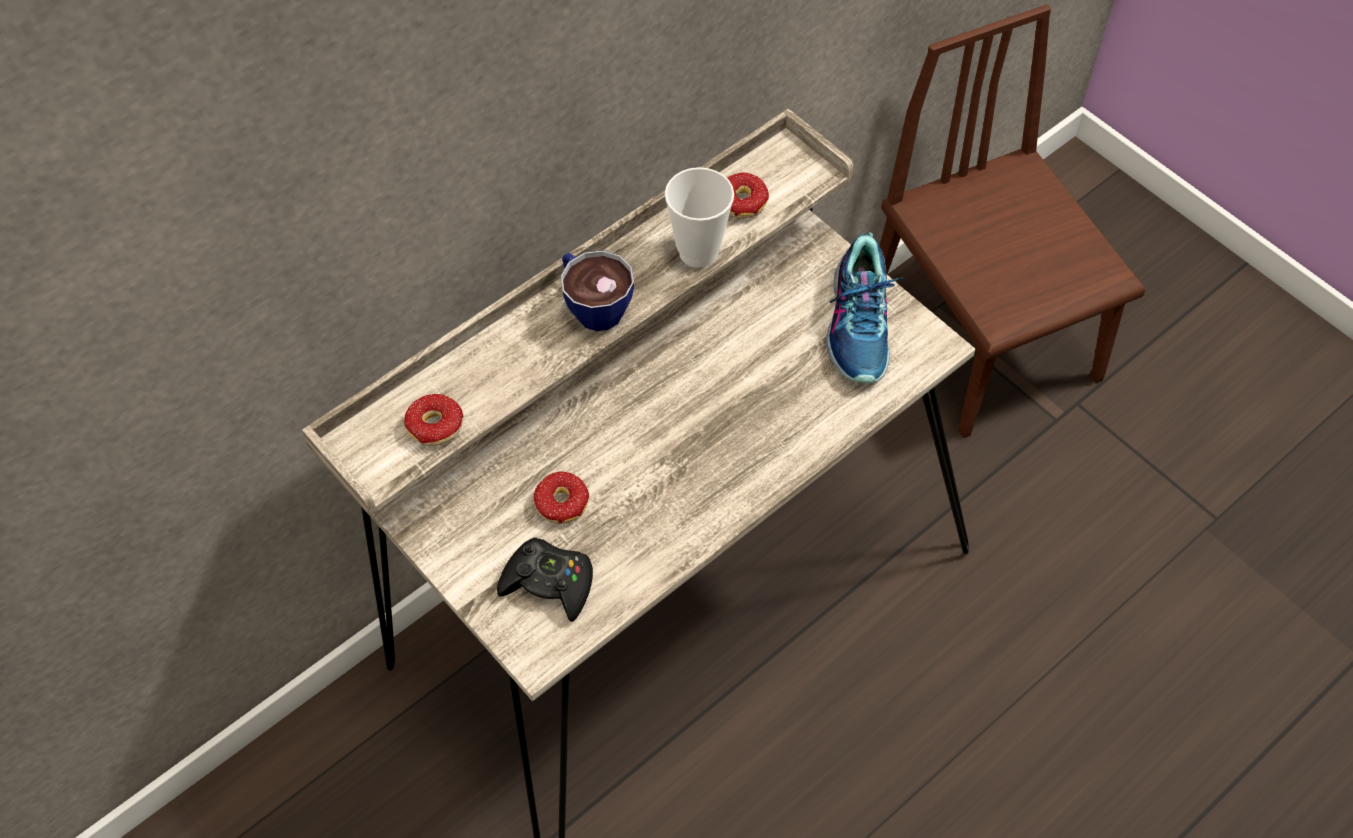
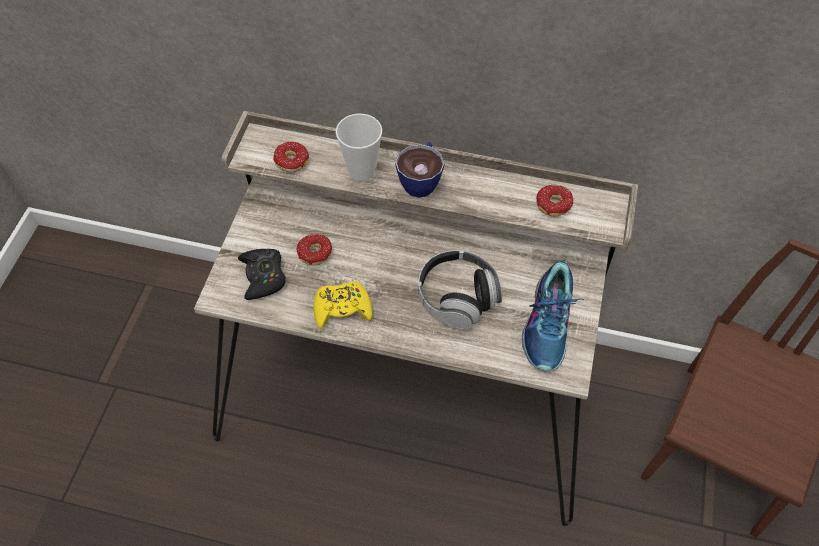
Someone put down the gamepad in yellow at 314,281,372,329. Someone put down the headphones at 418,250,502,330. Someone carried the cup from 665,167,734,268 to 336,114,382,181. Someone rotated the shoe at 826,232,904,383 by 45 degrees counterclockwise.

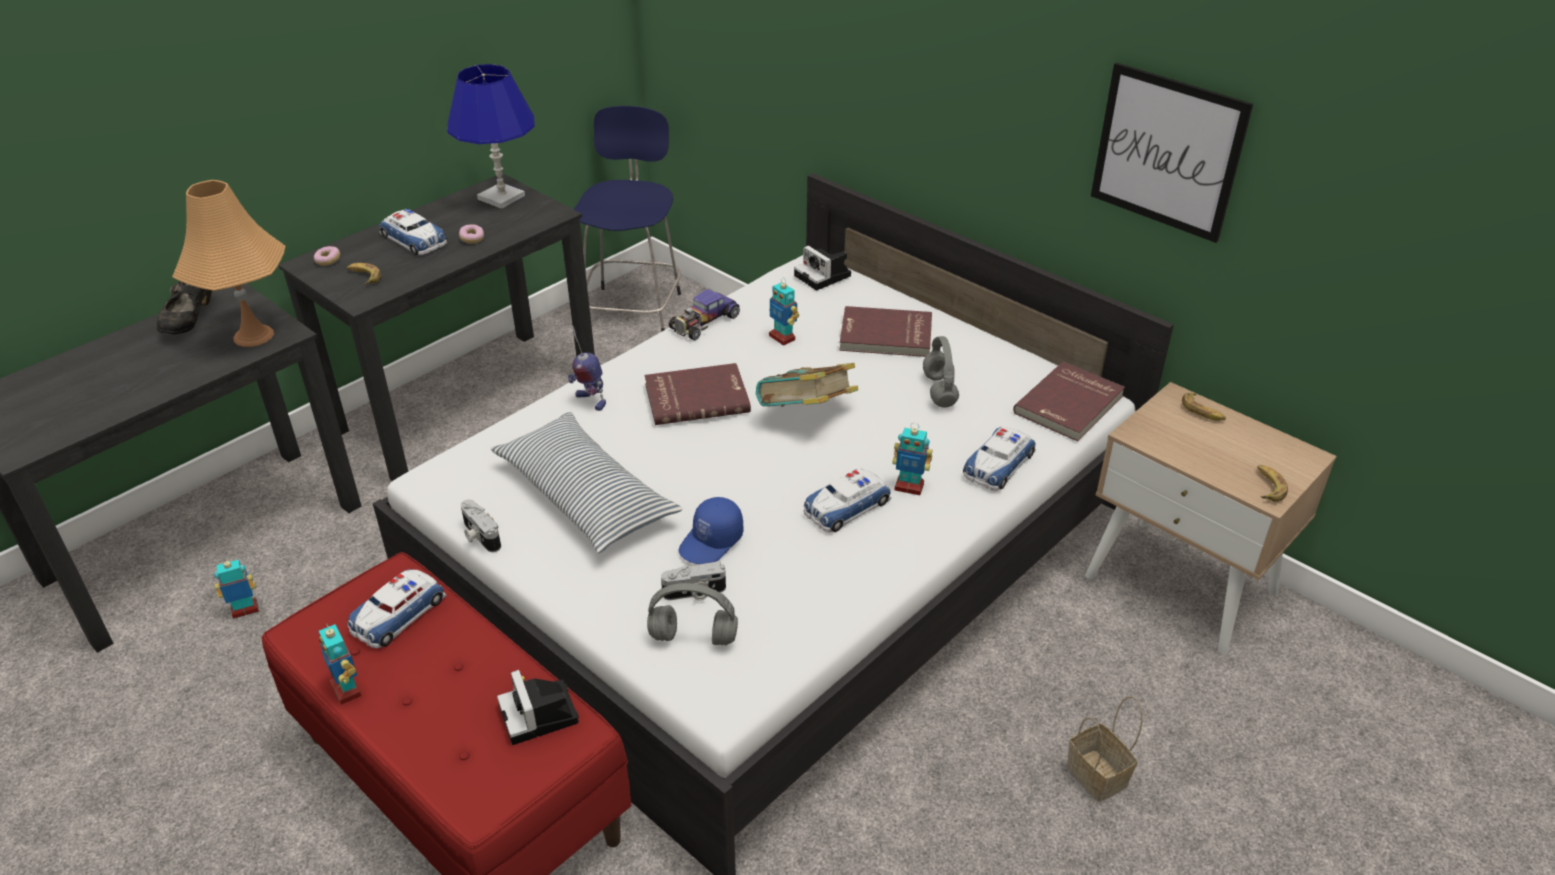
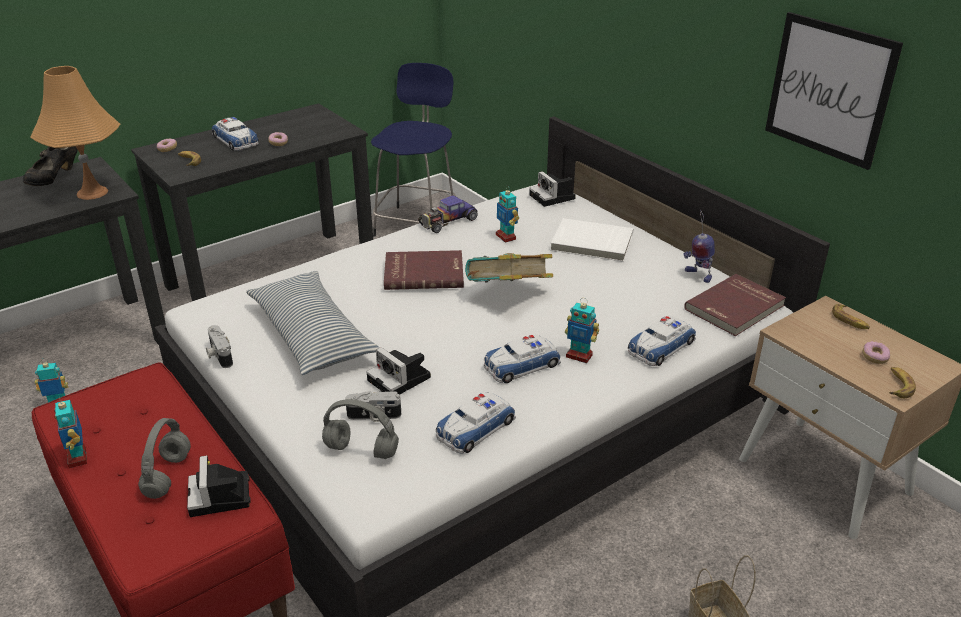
Someone took away the tabletop lamp in blue at 447,64,535,209. Someone put down the ring doughnut at 862,341,890,364. Someone carried the toy car from 347,569,446,648 to 436,392,516,454. Someone carried the toy robot from 568,326,606,411 to 683,211,715,283. Someone carried the headphones in greyish from 923,336,959,408 to 138,418,191,499. Someone swapped the peaked cap in blue at 679,497,743,564 for the still camera at 366,347,431,394. Someone repainted the volume in red-coloured at 839,306,932,357, which became the volume in white-coloured at 550,218,633,262.

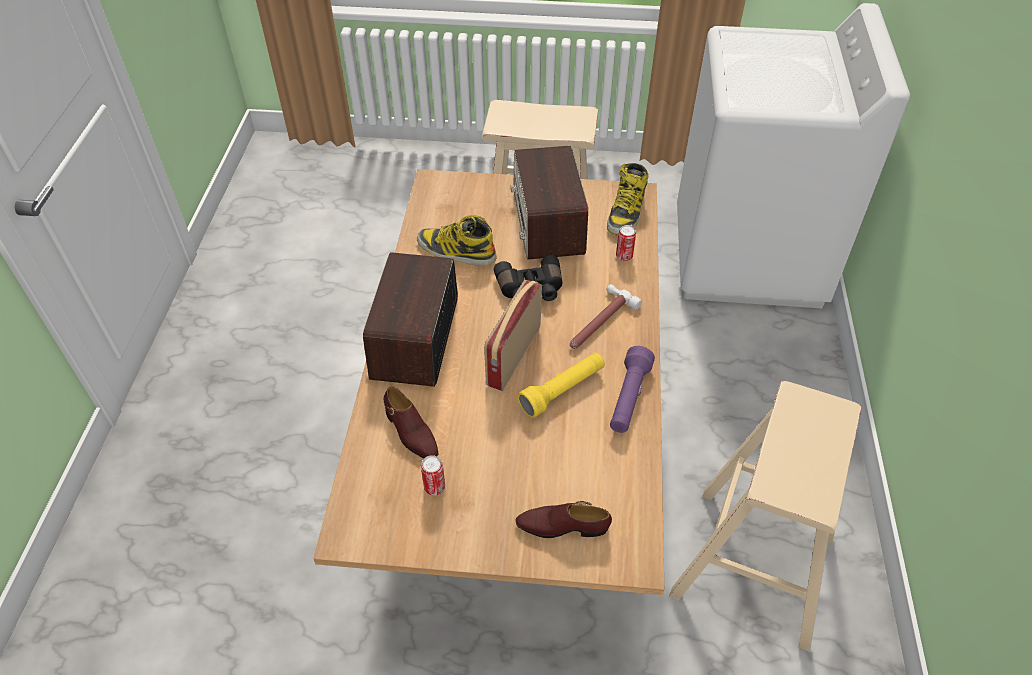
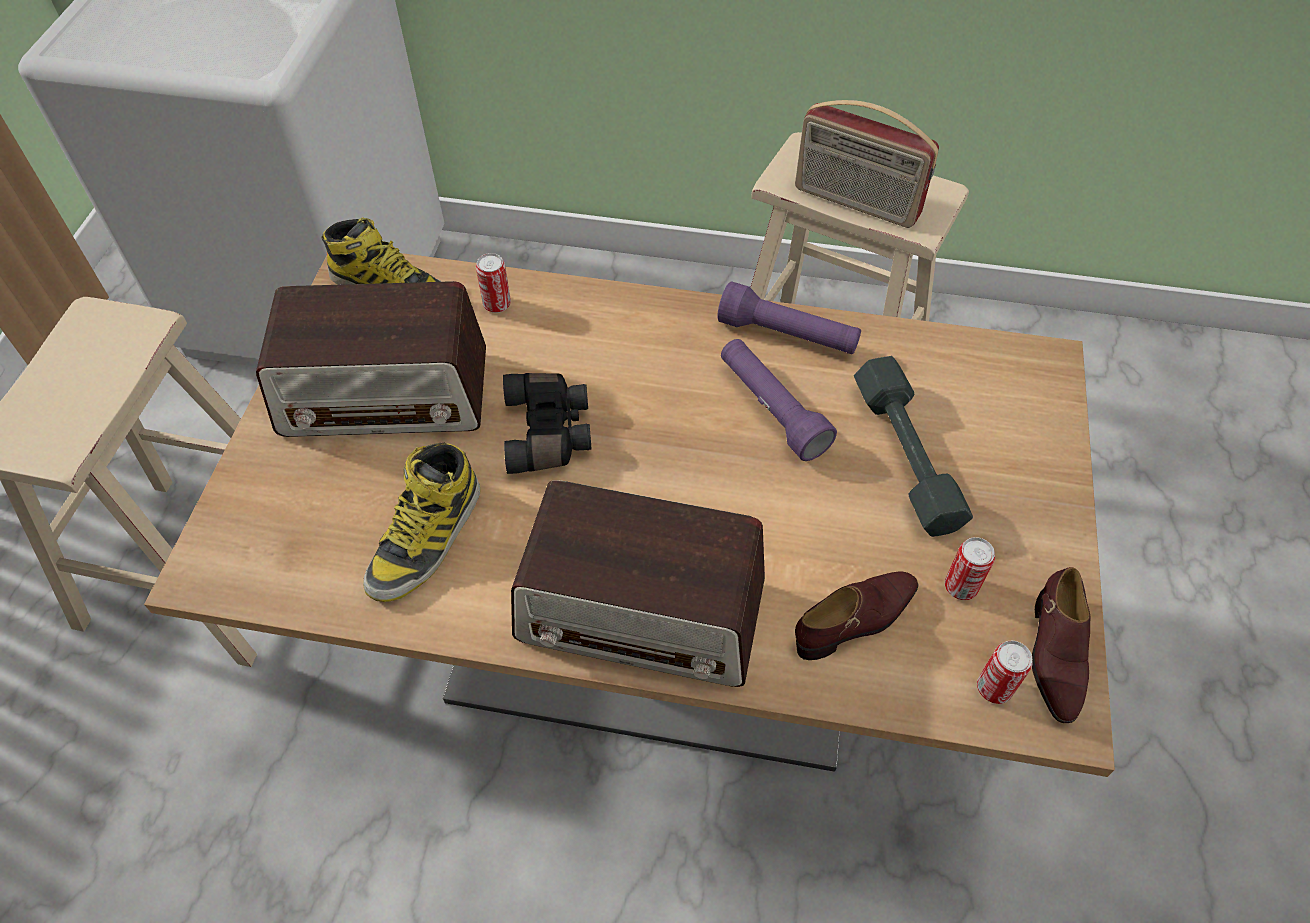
Someone took away the tool hammer at 570,284,642,349. Someone put down the dumbbell in greyish at 854,356,973,537. Someone put down the metal can at 977,641,1033,704. Someone carried the radio from 484,280,542,391 to 795,100,939,228. Someone carried the shoe in brown from 516,501,612,538 to 1032,567,1090,723. Someone repainted the hand torch in yellow at 518,352,605,418, which became the hand torch in purple-coloured at 721,339,837,461.

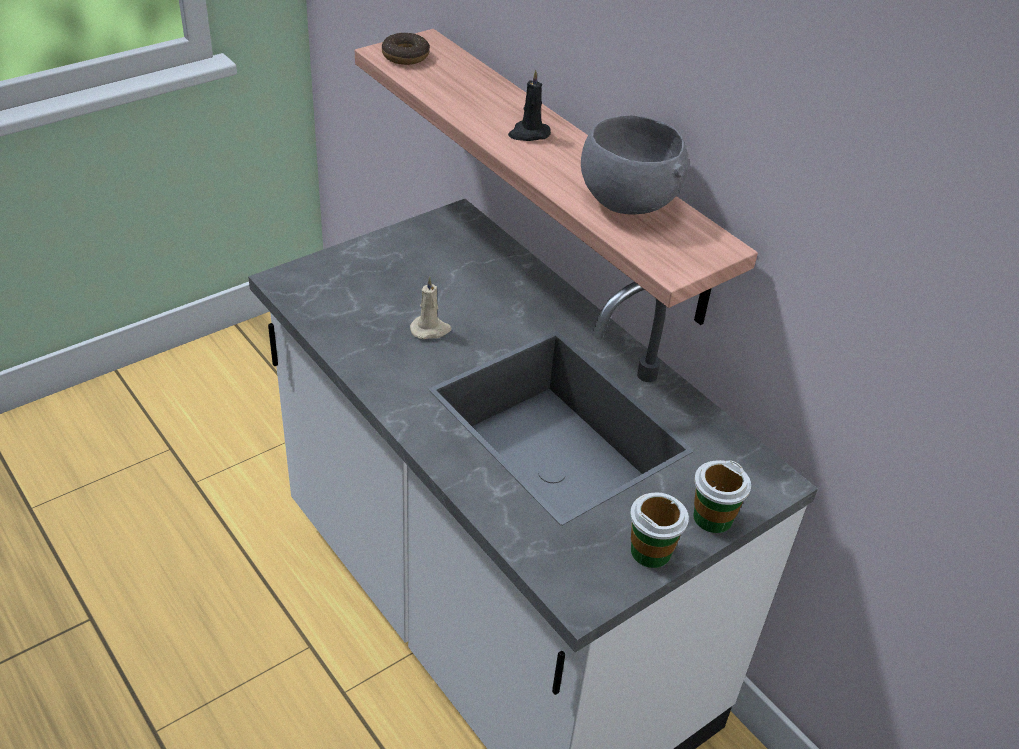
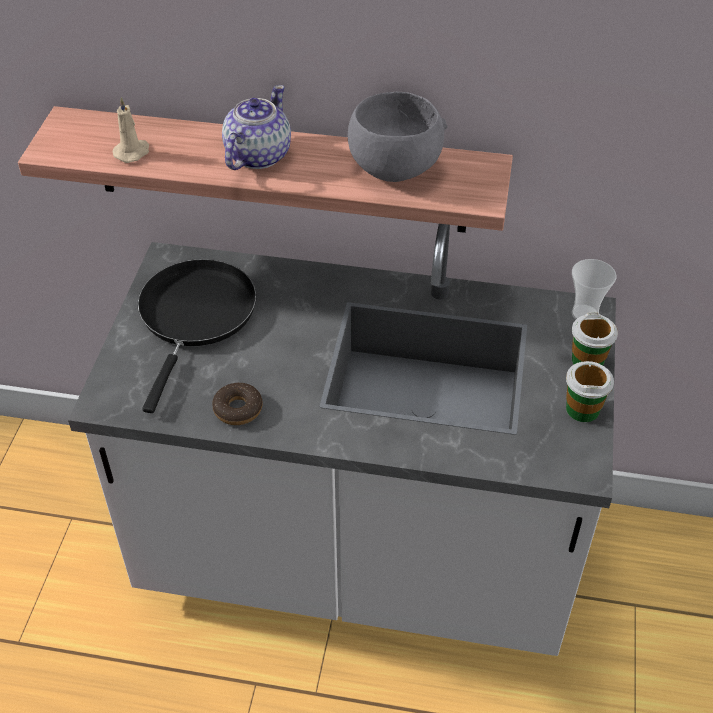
Someone put down the pan in black at 137,259,256,413. Someone put down the cup at 572,259,616,320. Someone carried the ring doughnut from 382,33,430,65 to 212,383,263,425. Someone carried the wax candle in beige-coloured from 410,276,451,339 to 112,97,149,163. Someone swapped the wax candle in black at 508,69,551,141 for the teapot at 222,85,291,170.

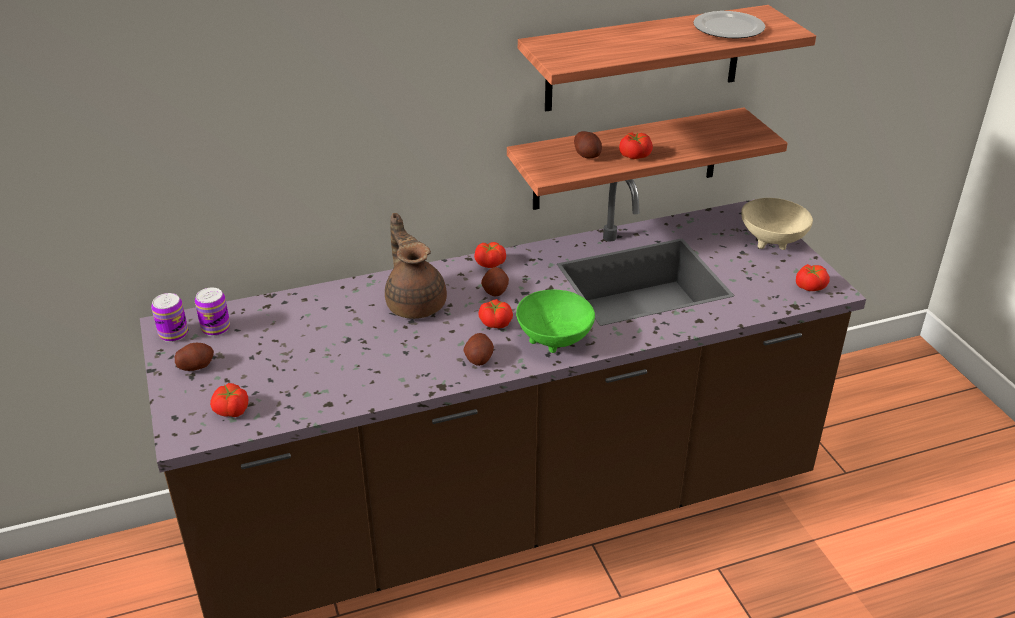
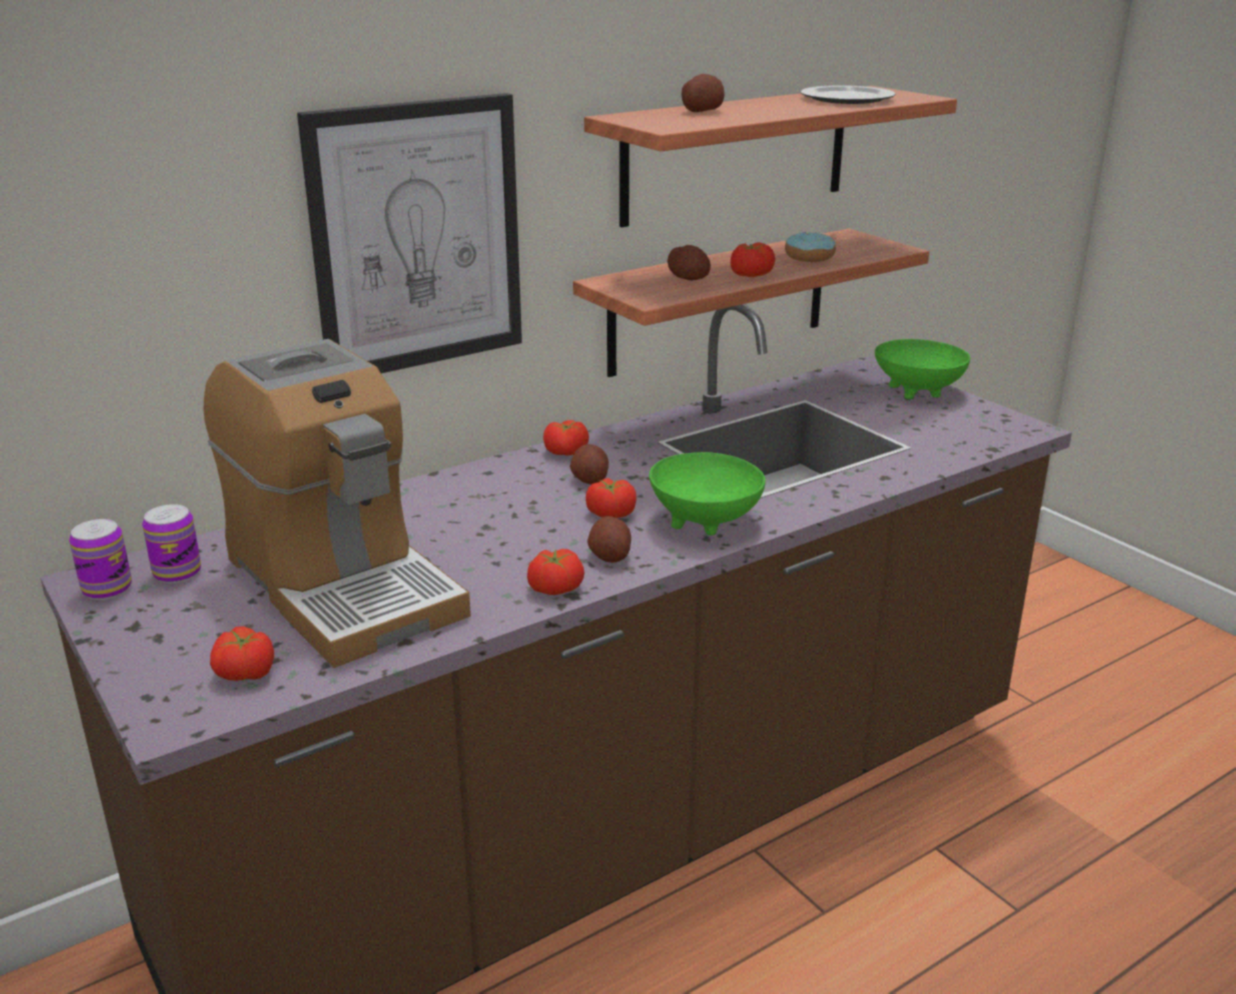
Someone took away the teapot in brown at 385,213,447,319. Someone put down the coffee machine at 203,339,471,668. Someone put up the picture at 297,93,522,373. Someone put down the ring doughnut at 785,232,836,262. Someone carried the spud from 175,343,214,371 to 681,74,725,112. Someone carried the whole tomato from 796,264,830,291 to 527,549,585,595. Someone repainted the deep dish in beige-coloured at 741,198,813,250, which became the deep dish in green-coloured at 875,339,970,399.

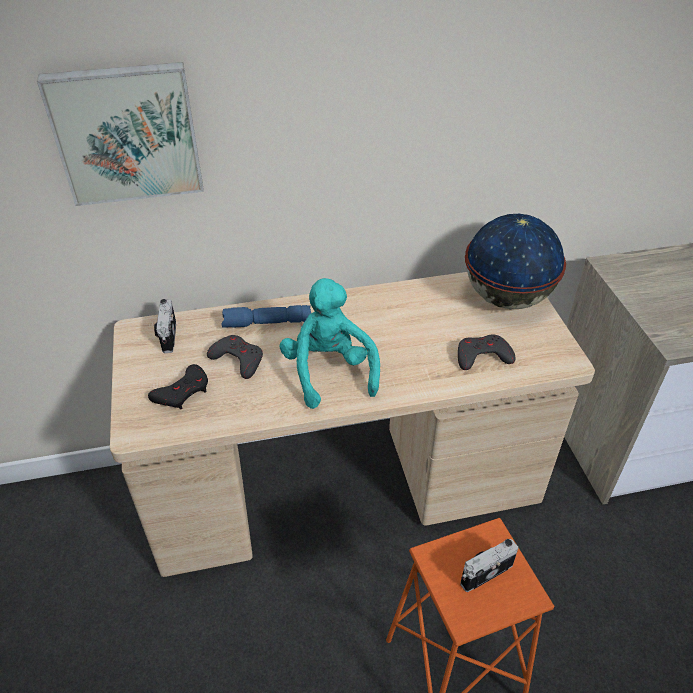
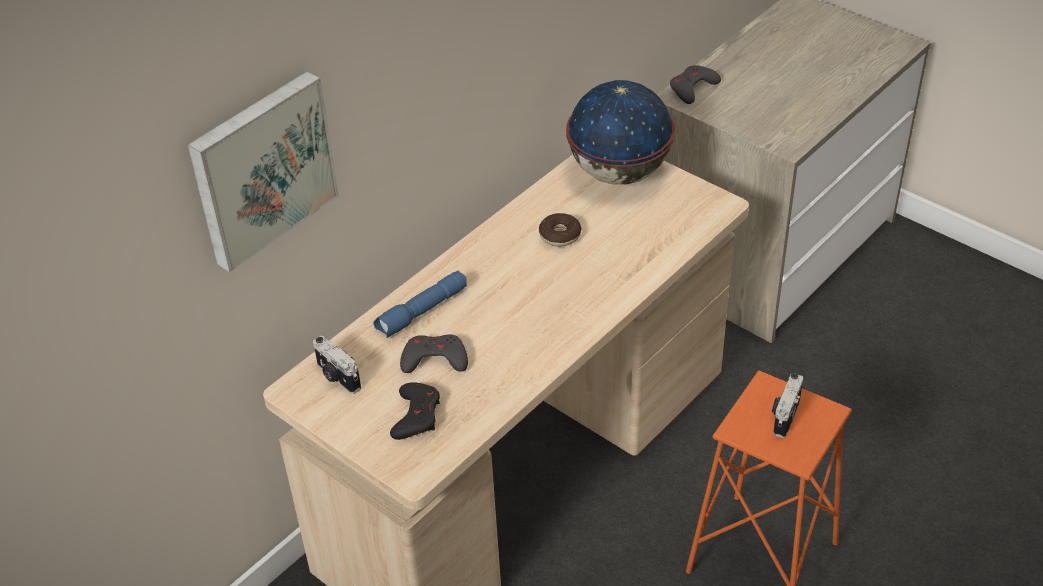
Someone took away the plush toy in blue-green at 280,278,380,409. Someone put down the ring doughnut at 539,213,581,247. Someone carried the gamepad in greyish from 458,334,515,370 to 670,65,721,104.

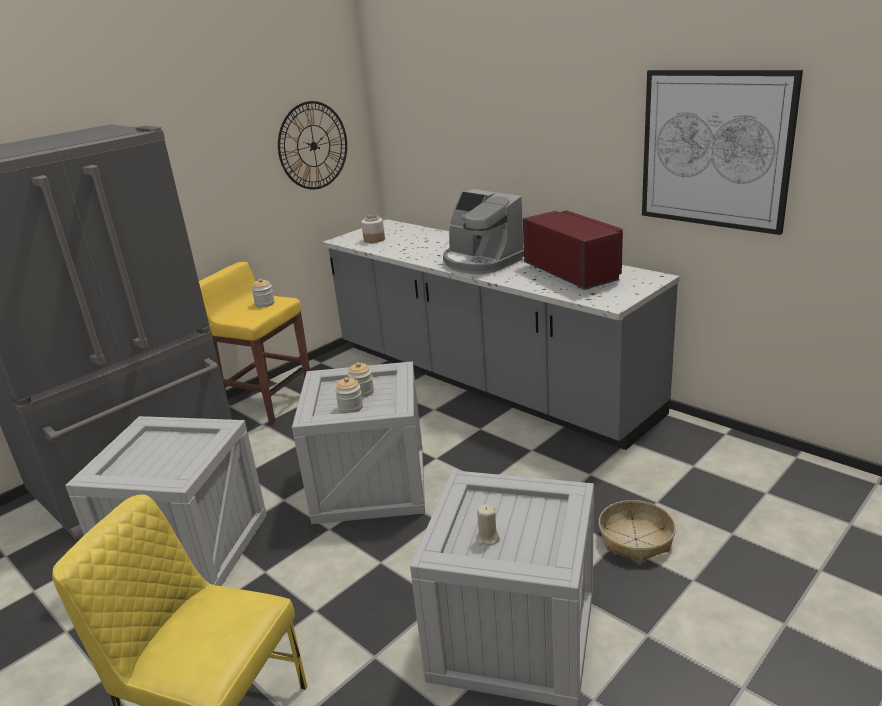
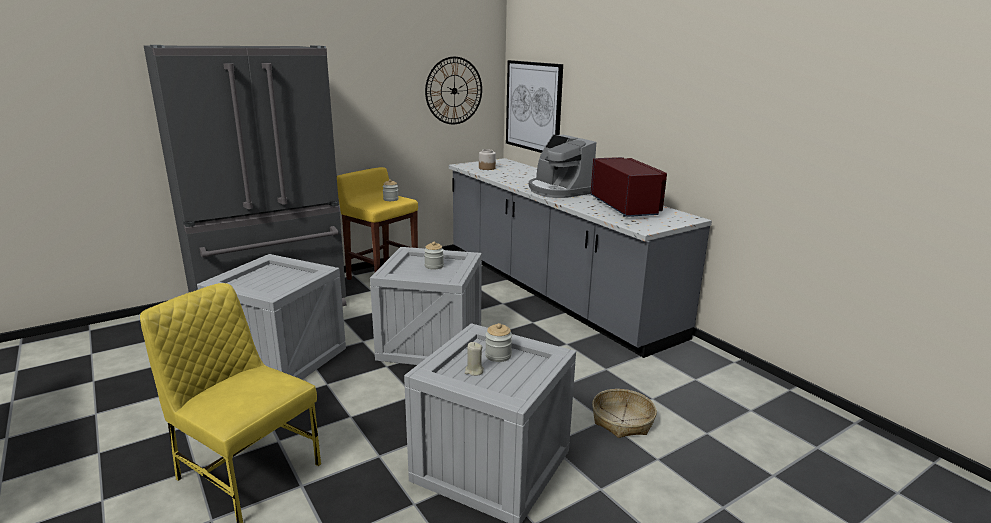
Someone carried the jar from 335,377,363,413 to 485,323,512,362. Someone carried the picture from 642,70,803,235 to 506,60,563,153.

